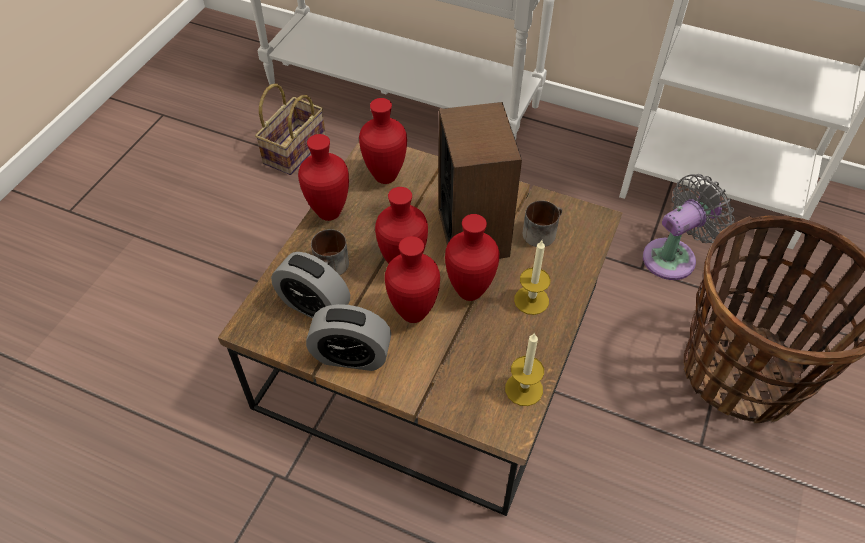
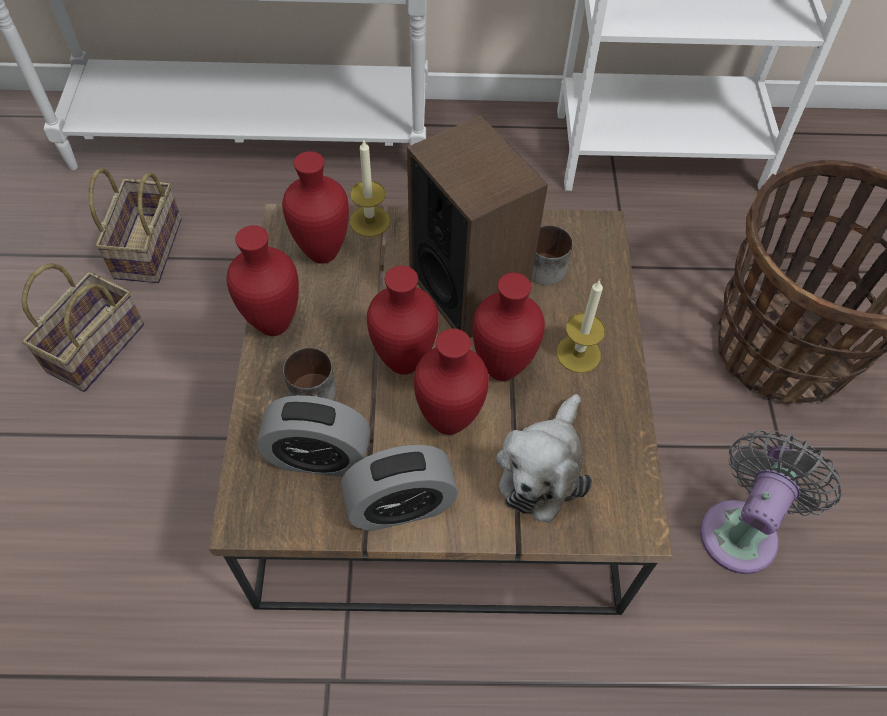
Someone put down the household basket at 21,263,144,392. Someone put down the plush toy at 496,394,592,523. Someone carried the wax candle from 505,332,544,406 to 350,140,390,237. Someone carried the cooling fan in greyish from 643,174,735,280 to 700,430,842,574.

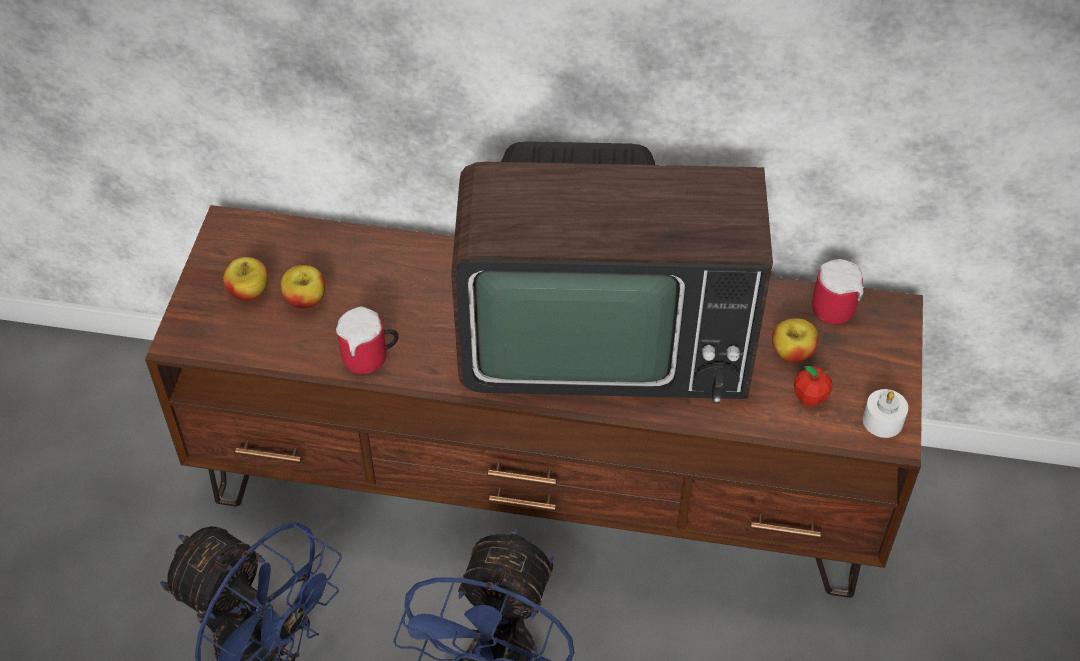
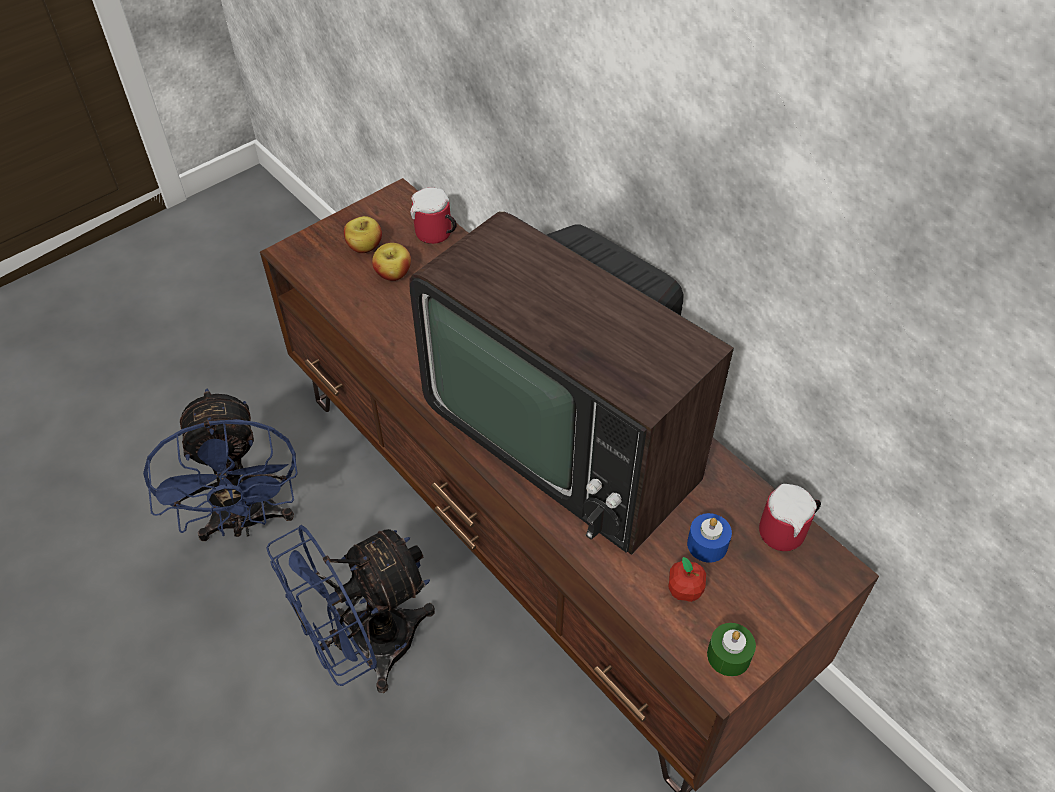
Someone carried the mug from 336,307,399,374 to 410,188,457,244. Someone swapped the apple at 772,318,818,363 for the wax candle in blue at 687,513,732,563. Someone repainted the wax candle in white-coloured at 863,389,908,438, which became the wax candle in green-coloured at 707,623,756,676.

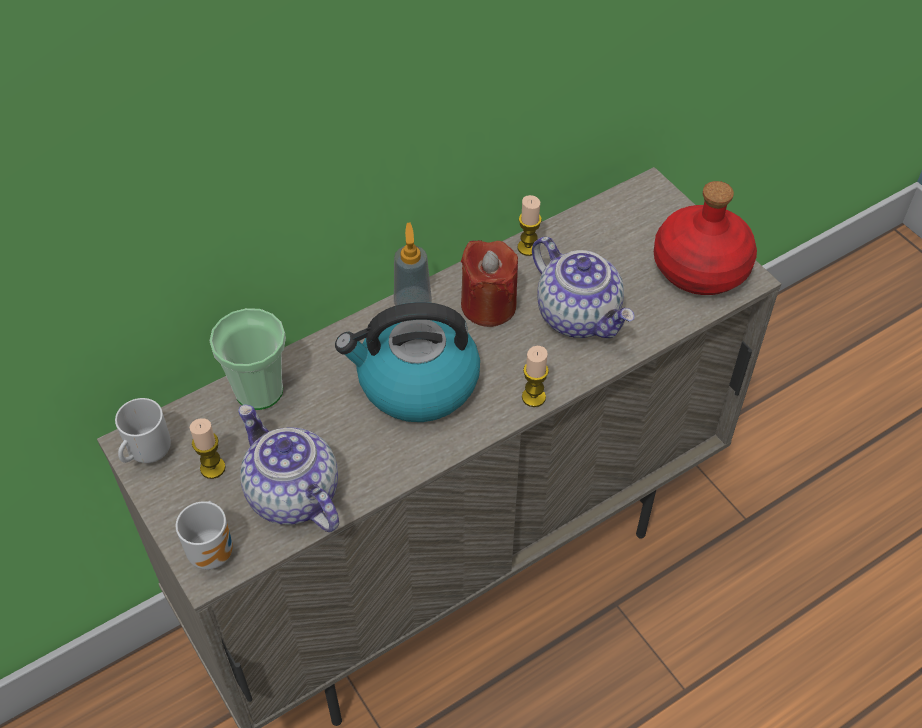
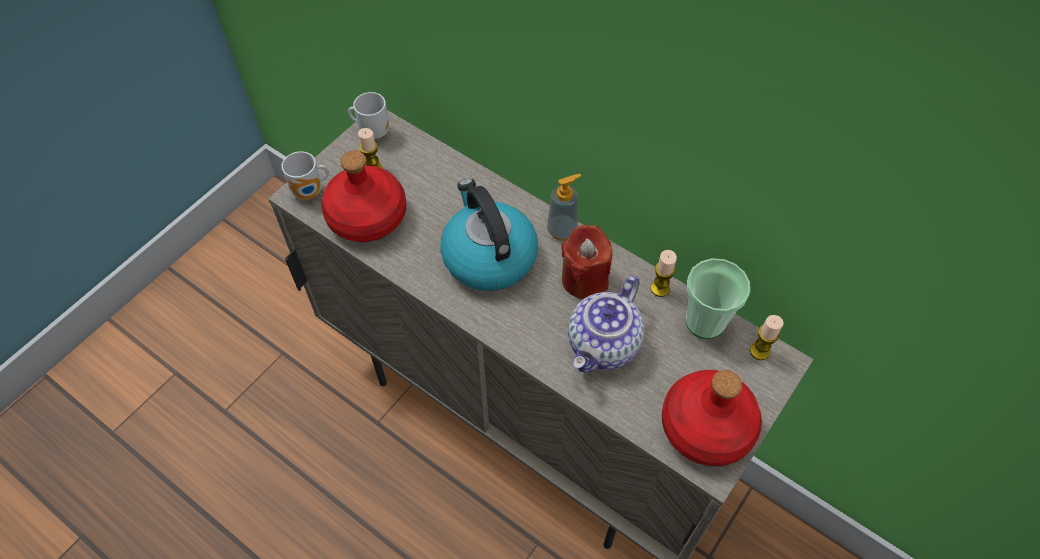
Someone carried the cup from 210,308,286,410 to 686,258,750,339. Someone carried the wax candle from 522,346,549,407 to 750,315,784,360. Someone swapped the teapot at 238,404,339,532 for the drink bottle in red-coloured at 321,151,406,242.

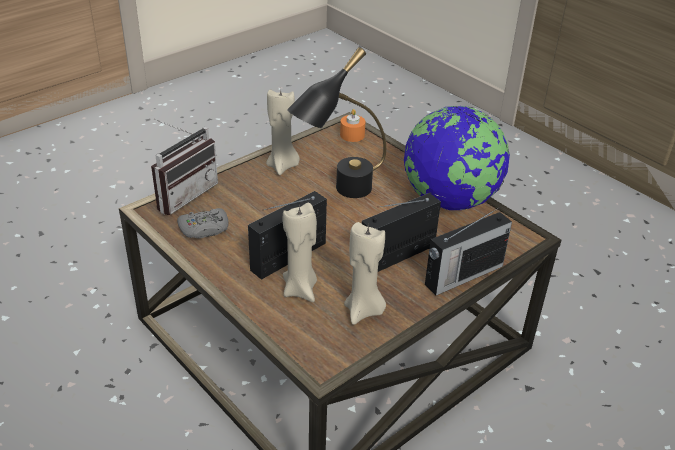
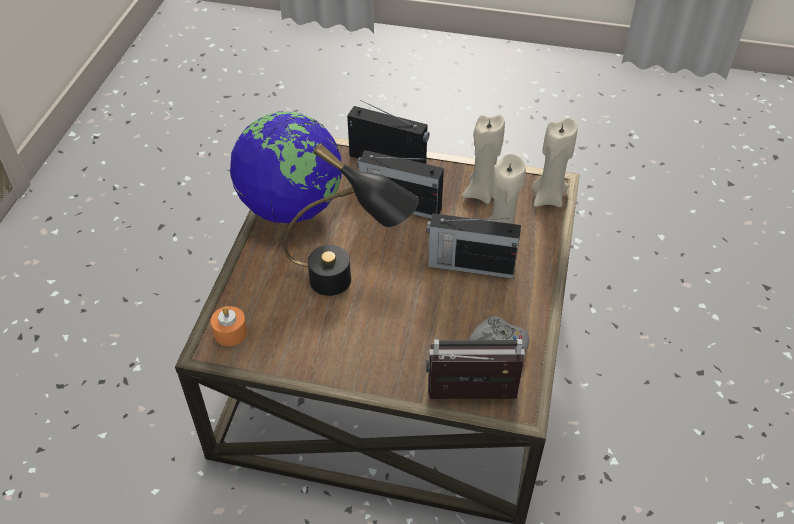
Someone carried the wax candle in beige-coloured from 266,89,300,175 to 532,118,577,207.

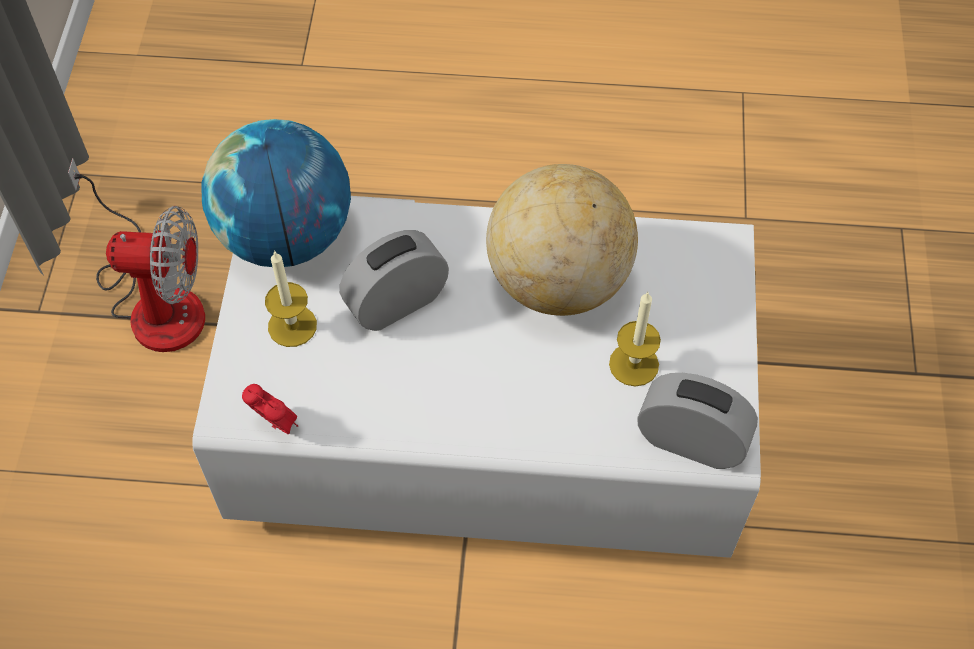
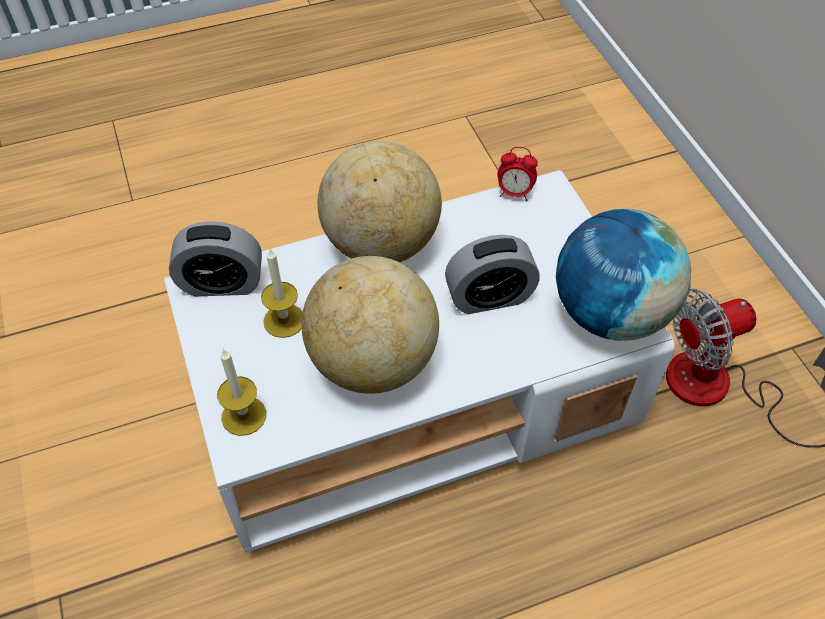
Someone put down the world globe at 318,141,442,262. Someone carried the wax candle from 265,251,317,347 to 217,348,266,436. Someone rotated the bedside clock at 340,230,449,331 by 45 degrees clockwise.

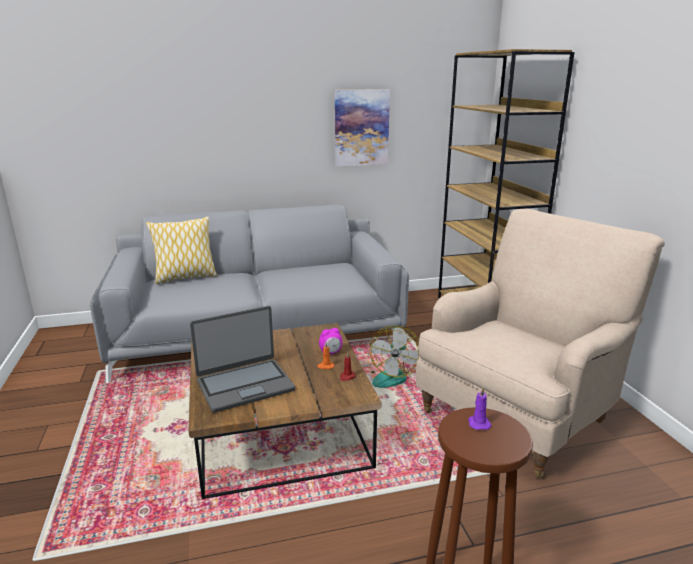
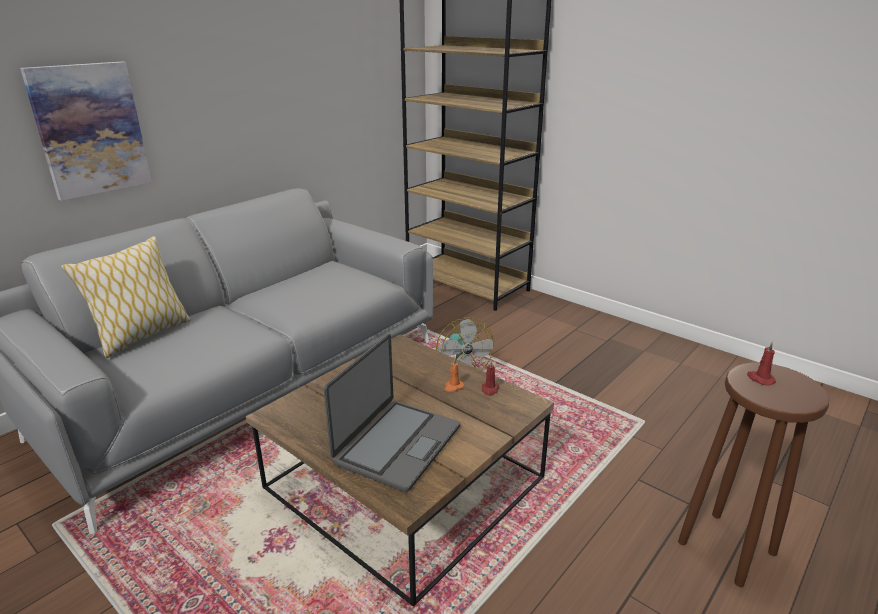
Someone took away the bedside clock at 319,328,342,354. Someone took away the easy chair in beige-coloured at 416,209,665,479. Someone carried the picture from 335,89,390,166 to 20,62,152,201. Someone repainted the wax candle in purple-coloured at 468,388,491,430, which became the wax candle in red-coloured at 747,342,776,386.

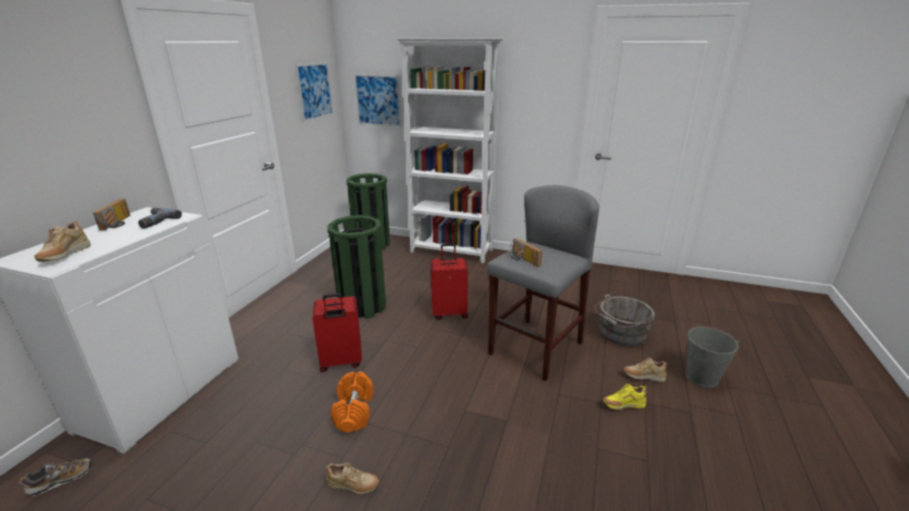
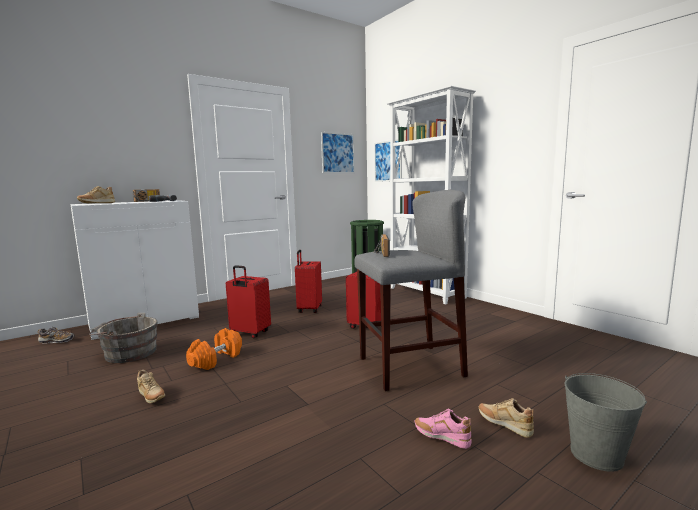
Someone carried the pail in greyish from 594,294,655,346 to 90,313,157,363. Someone swapped the rubbish bin in green-coloured at 327,215,386,319 for the piece of luggage in red-coloured at 295,250,322,313. Someone repainted the shoe in yellow at 603,384,647,410, which became the shoe in pink at 415,409,472,449.

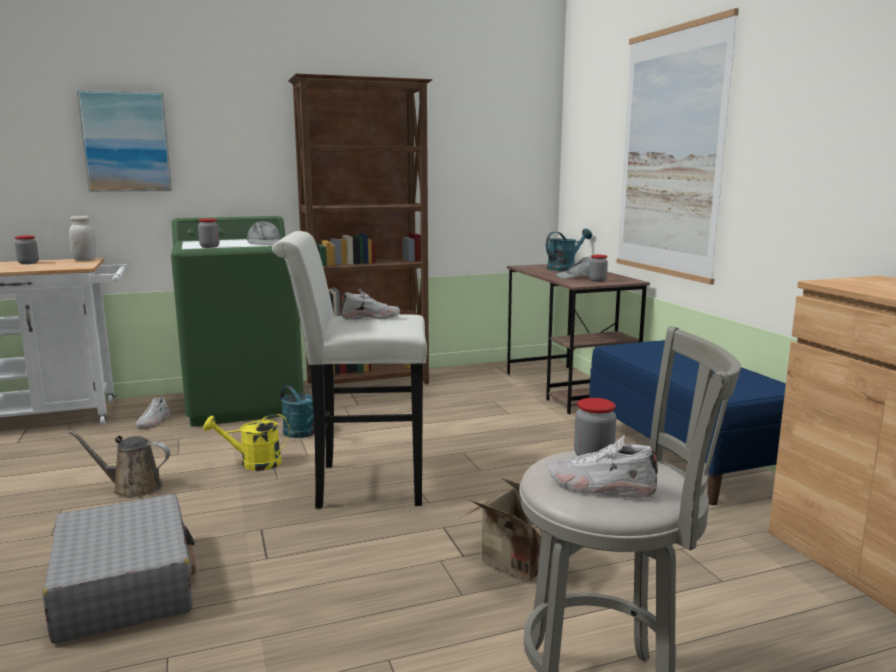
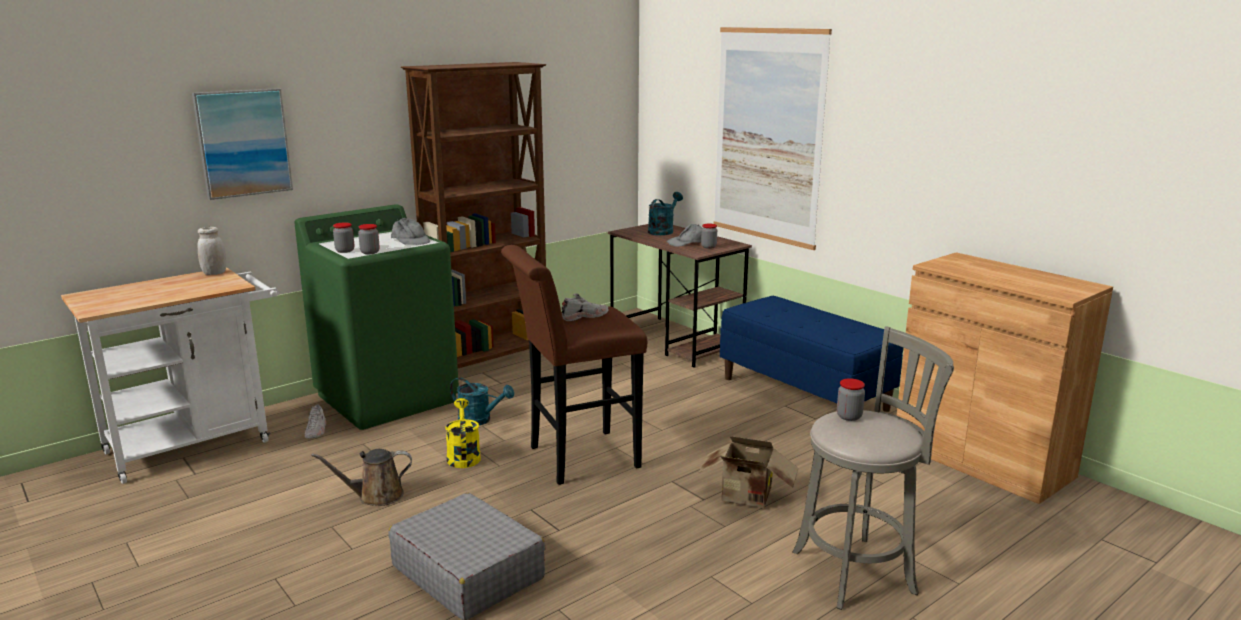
Someone took away the shoe in white-coloured at 549,435,658,498. Someone carried the jar from 15,235,39,264 to 333,223,354,253. Someone repainted the stool seat in white-coloured at 272,231,427,509, which became the stool seat in brown at 501,245,647,485. Someone rotated the sprinkling can in yellow at 203,414,290,471 by 105 degrees clockwise.

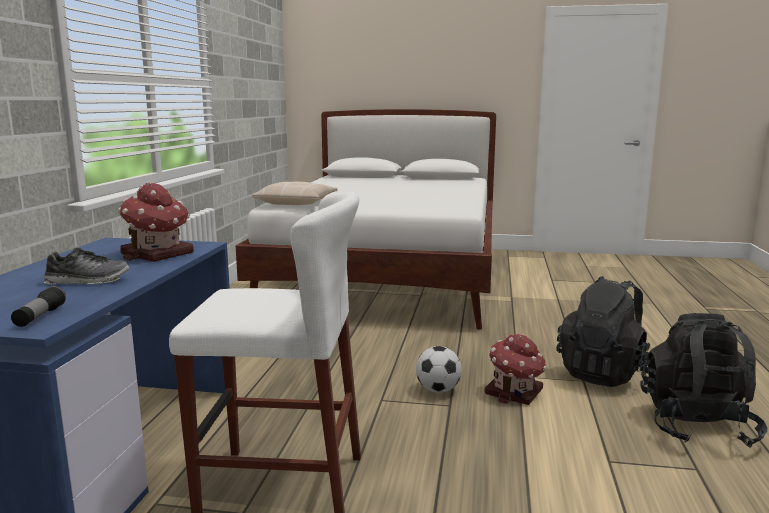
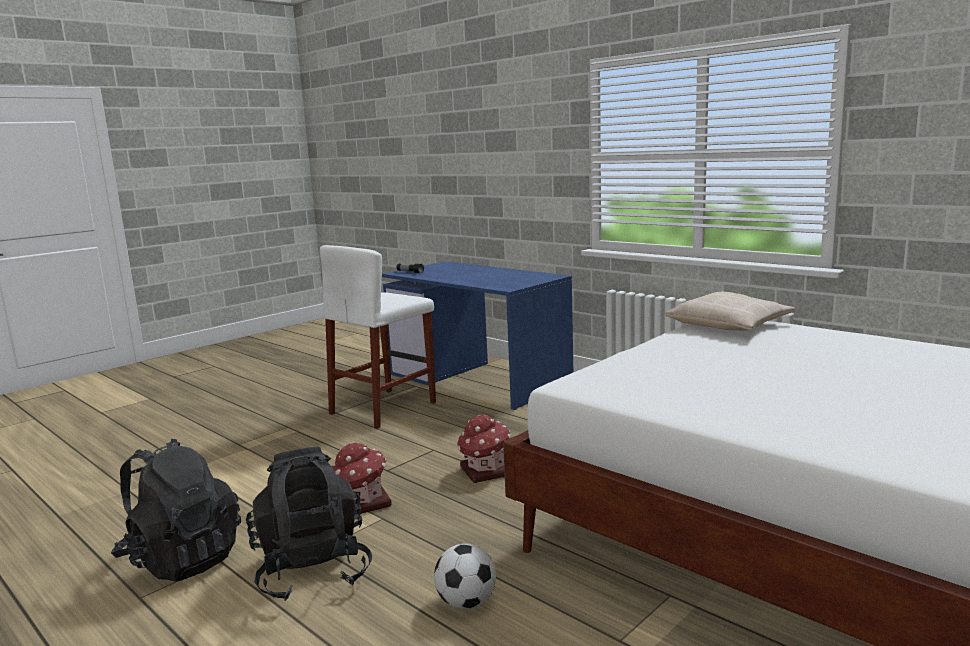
Someone took away the shoe at 44,247,129,285. Someone carried the toy house from 118,183,194,262 to 457,414,511,483. Someone carried the football ball from 416,346,462,393 to 434,544,496,609.

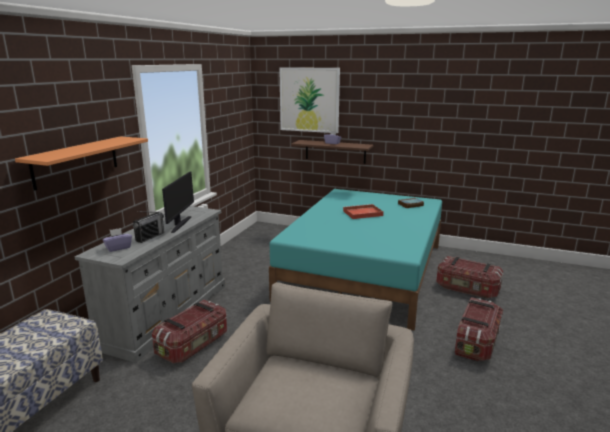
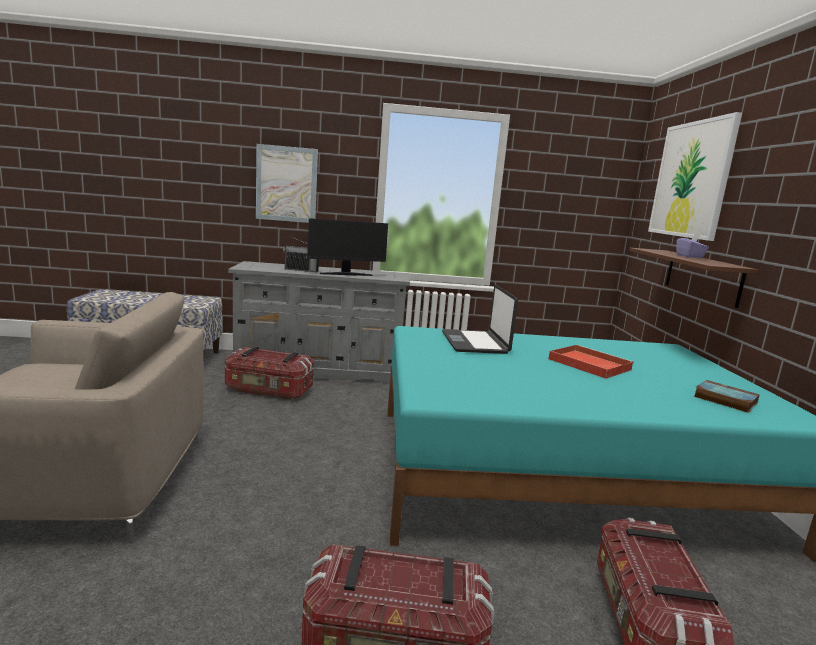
Someone took away the tissue holder in purple-coloured at 102,228,132,252. Someone put down the portable computer at 442,285,518,354. Someone swapped the bracket shelf in orange-coloured at 15,136,148,191 for the picture at 256,144,318,223.

